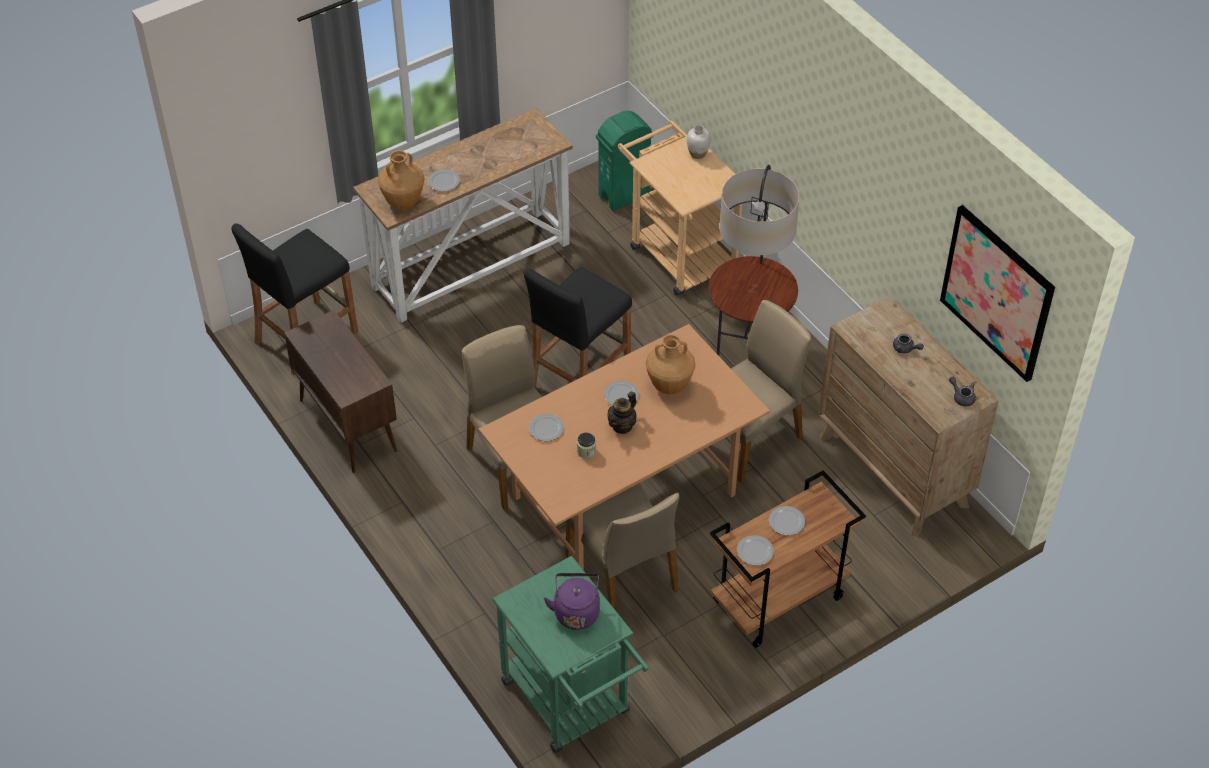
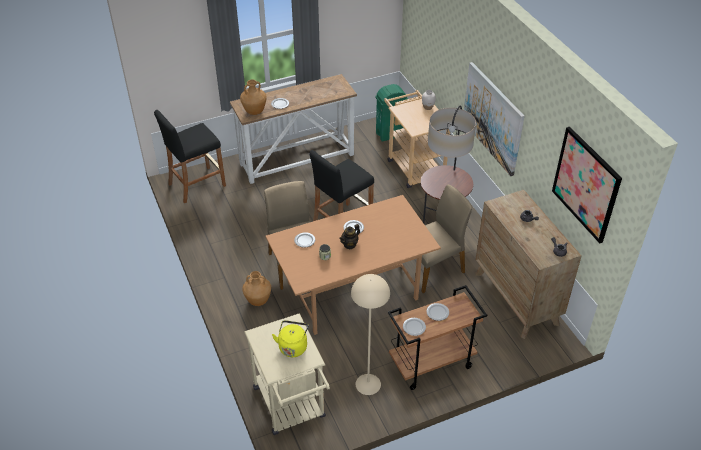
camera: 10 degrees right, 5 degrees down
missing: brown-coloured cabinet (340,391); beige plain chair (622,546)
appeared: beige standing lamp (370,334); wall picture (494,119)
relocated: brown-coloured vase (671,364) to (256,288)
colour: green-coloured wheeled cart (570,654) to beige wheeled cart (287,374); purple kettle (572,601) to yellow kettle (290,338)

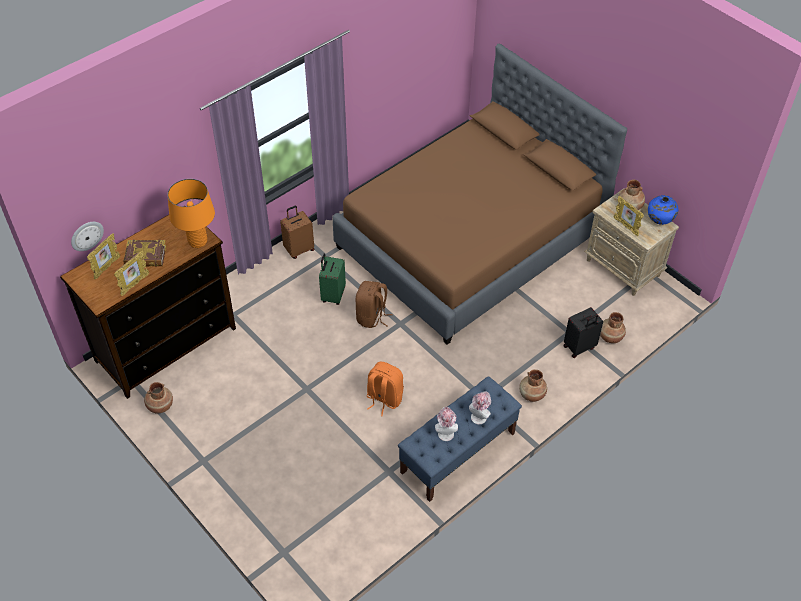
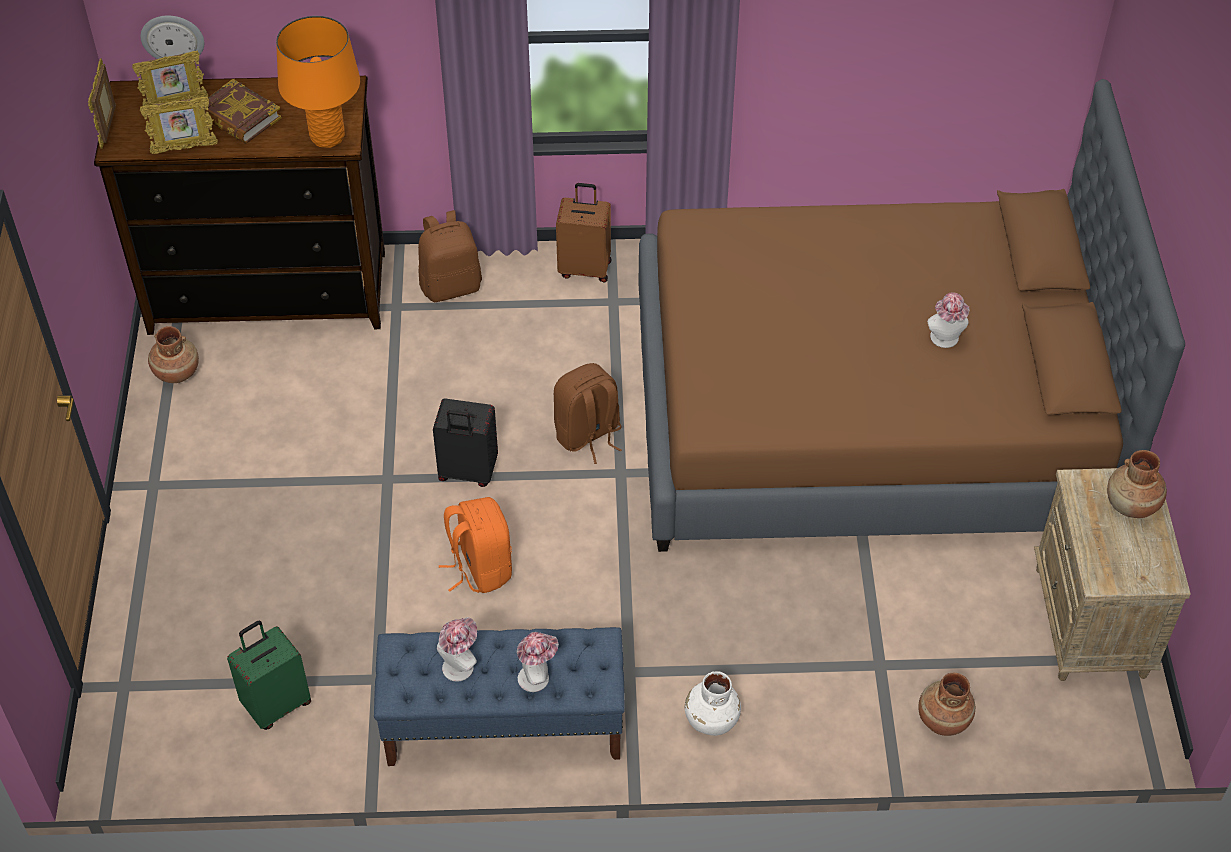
camera: 40 degrees right, 0 degrees up
missing: blue-coloured vase (663,210)
appeared: brown-coloured knapsack (450,256); wearable hat (948,320)
relocated: green-coloured piece of luggage (332,279) to (269,675); black piece of luggage (583,332) to (465,442); picture frame (628,216) to (102,103)
colour: brown-coloured vase (533,385) to white vase (713,703)

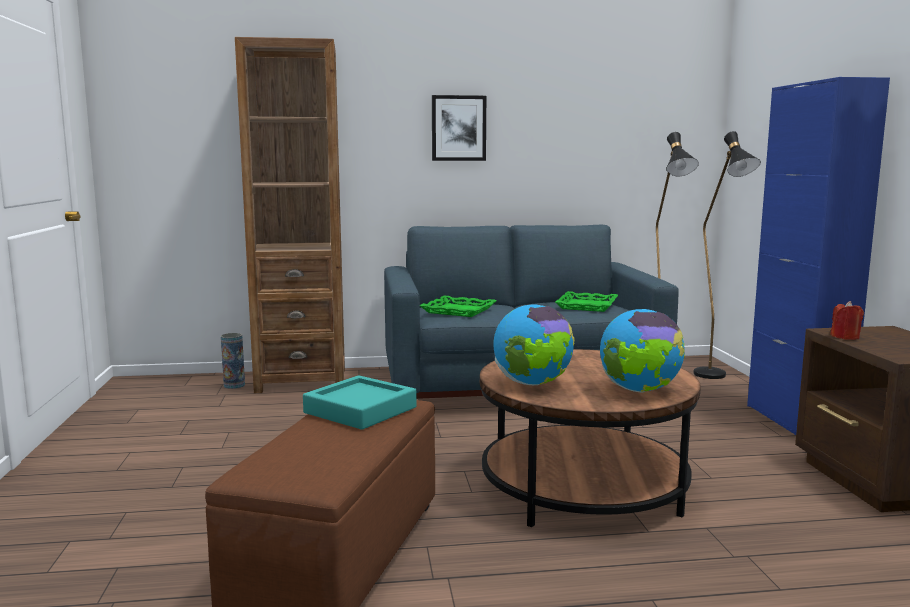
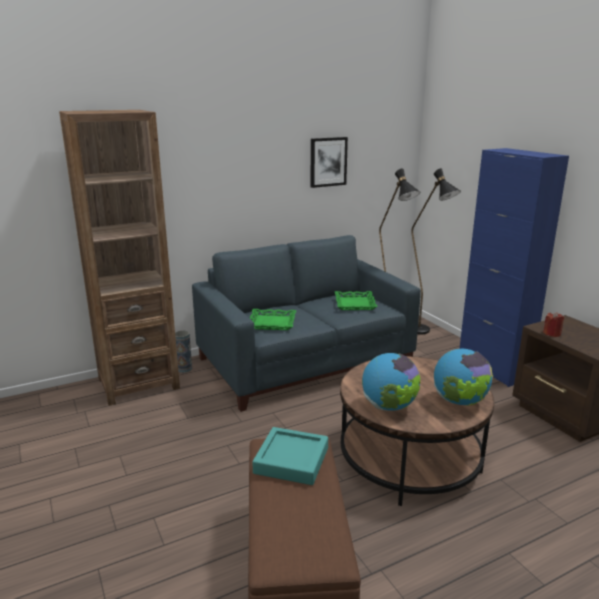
camera: 20 degrees left, 10 degrees up
relocated: vase (233,361) to (183,351); wall picture (459,128) to (329,162)

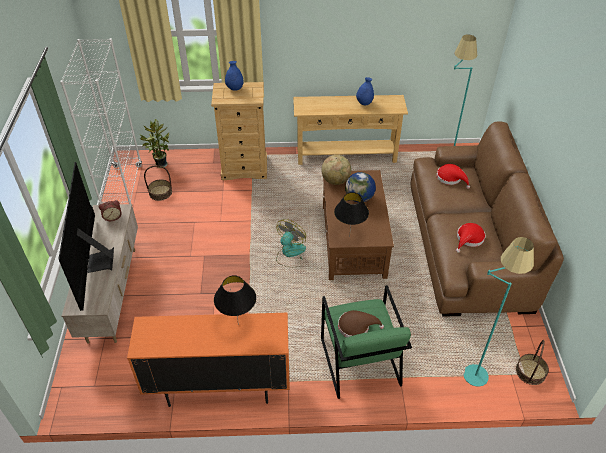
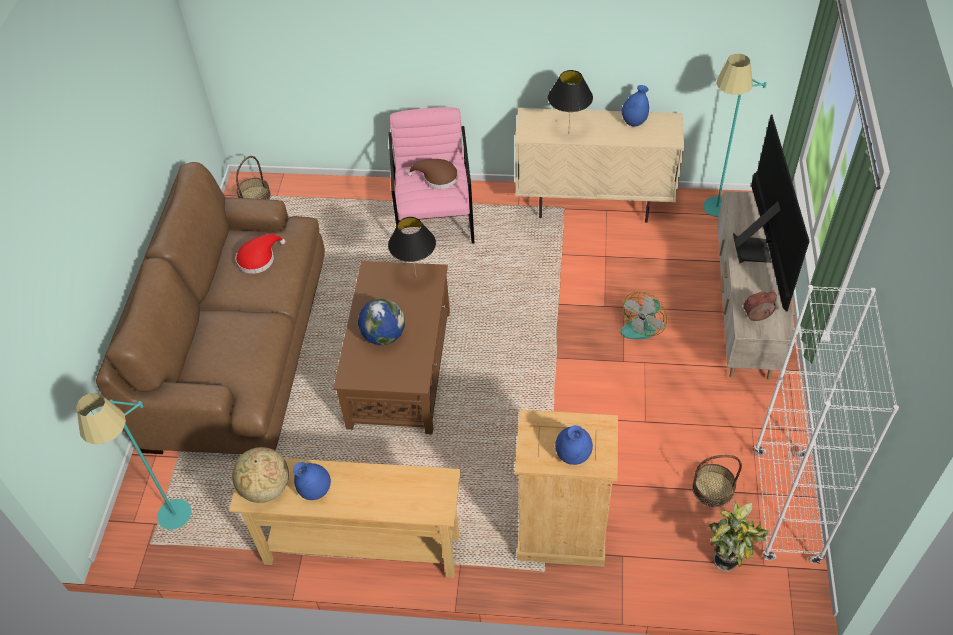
camera: 170 degrees left, 5 degrees up
missing: reddish wearable hat (453,176)
appeared: blue-coloured vase (635,106)
relocated: electric fan (291,243) to (643,316); desk globe (336,170) to (260,475); turquoise-coloured standing lamp (499,312) to (735,135)
colour: orange-coloured cabinet (208,360) to beige cabinet (599,165); green-coloured easy chair (366,342) to pink easy chair (431,175)

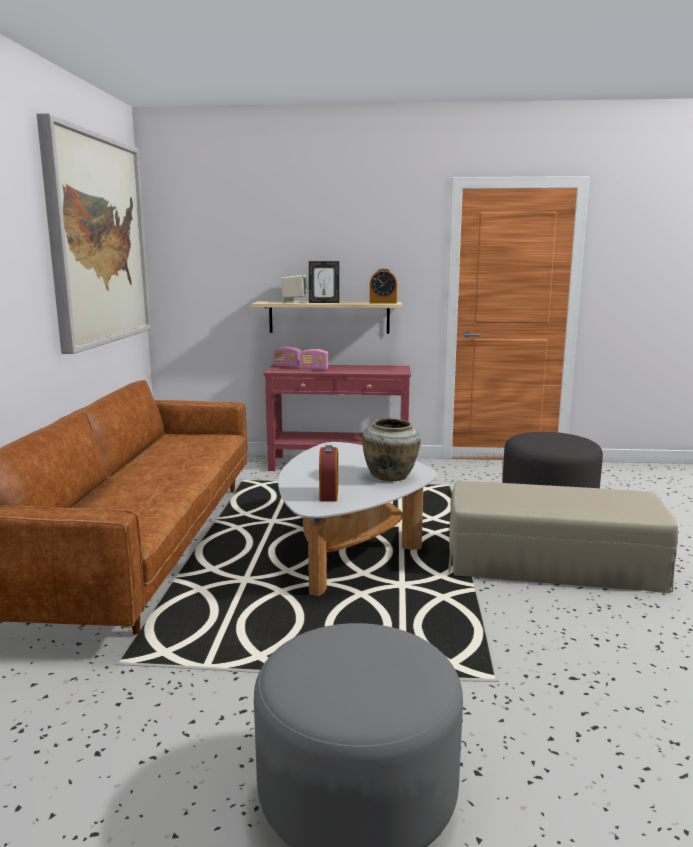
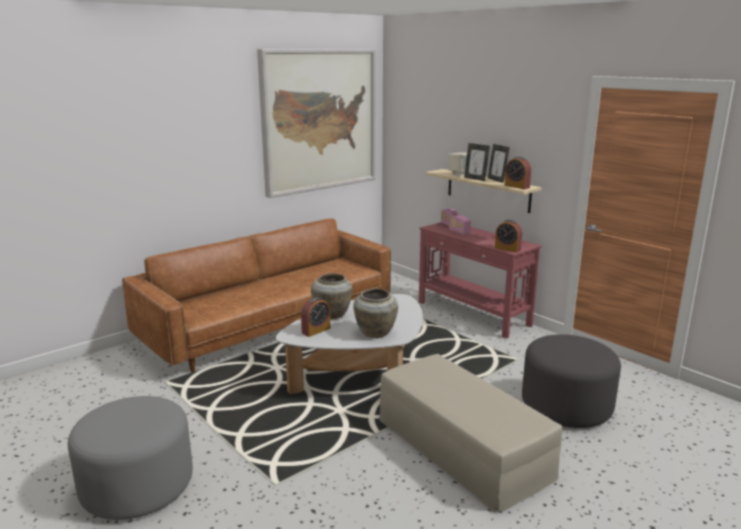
camera: 45 degrees right, 5 degrees up
appeared: beige vase (332,296); picture frame (499,163); alarm clock (508,236)

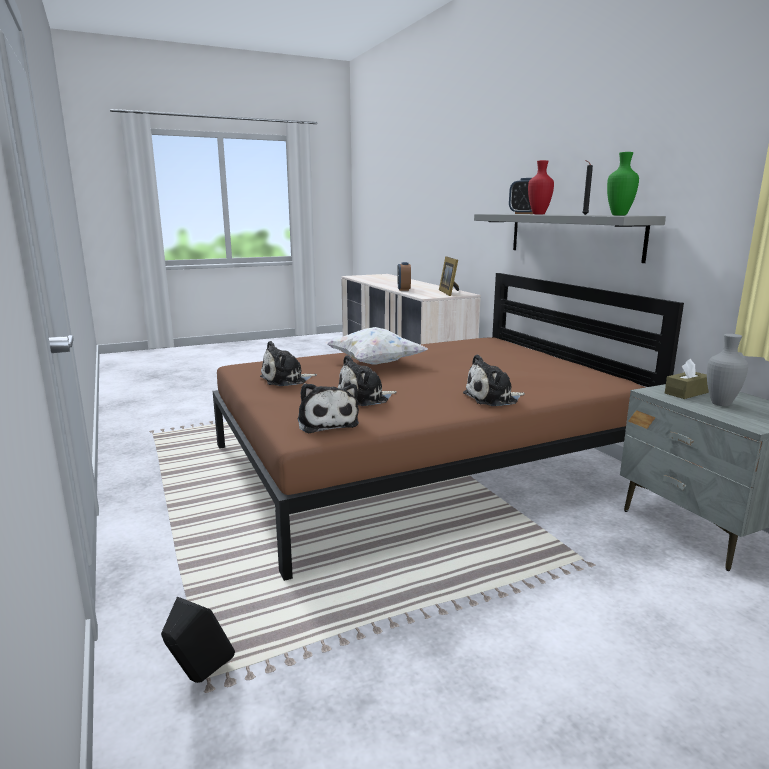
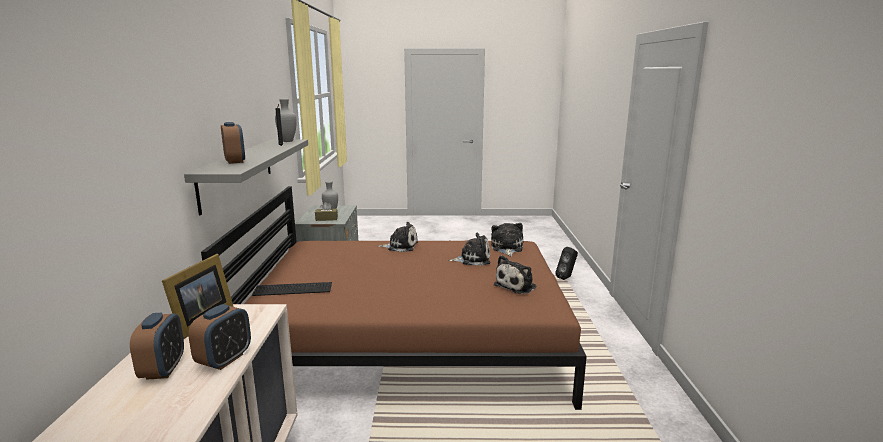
camera: 155 degrees left, 0 degrees up
missing: white cushion (376,346); reddish vase (541,187)
appeared: alarm clock (157,346); computer keyboard (292,289)
colour: green-coloured vase (623,183) to gray vase (286,120)
spun: cuddly toy (288,363) = (515,274) 135 degrees clockwise

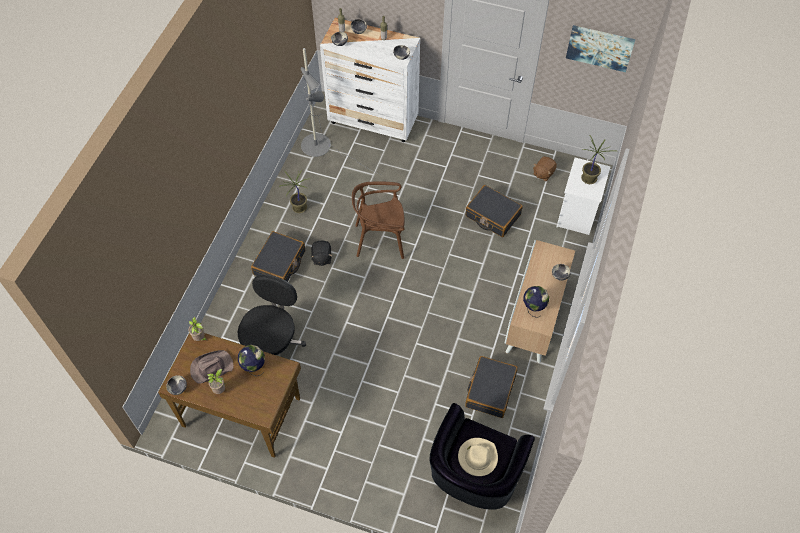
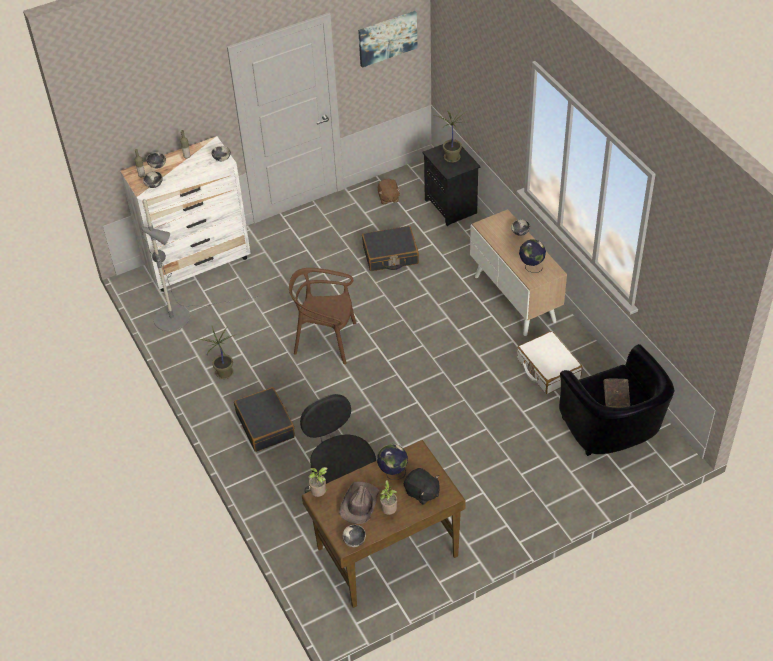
camera: 45 degrees left, 10 degrees down
relocated: black cuddly toy (321,253) to (421,486)
exchanged: beige wearable hat (478,457) to brown-coloured volume (616,393)
colour: black piece of luggage (491,387) to white piece of luggage (549,362); white nightstand (583,196) to black nightstand (451,182)
spun: brown-coloured plain chair (378,220) = (322,316) 60 degrees clockwise

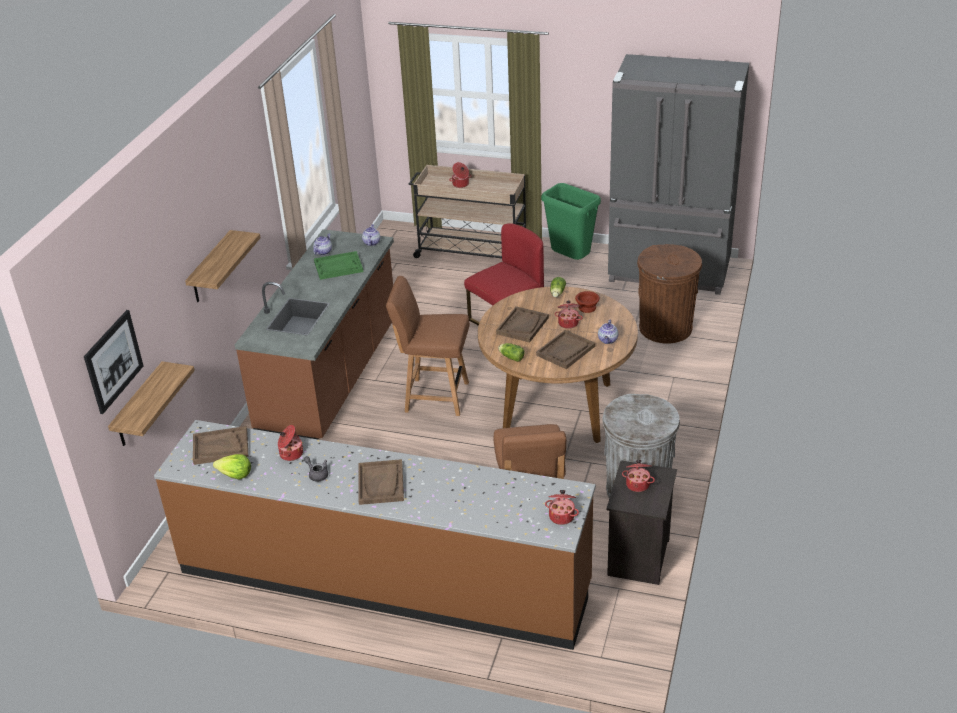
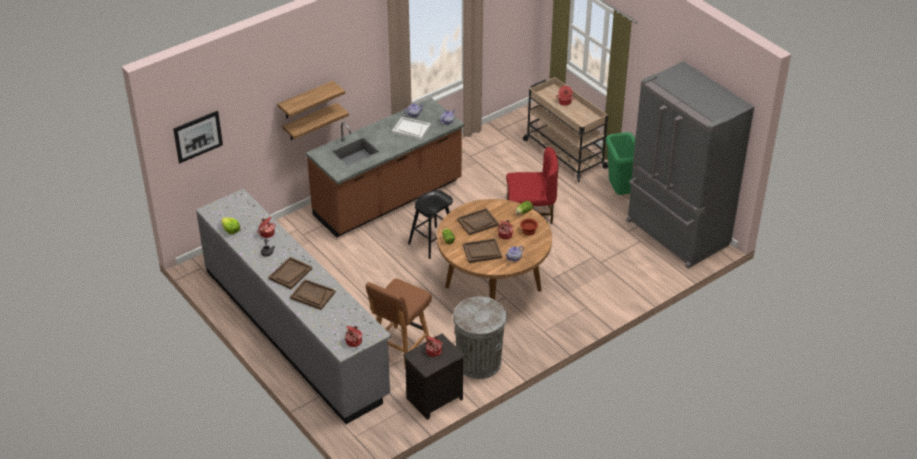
camera: 35 degrees right, 5 degrees up
missing: brown-coloured waste bin (669,293)
relocated: wall shelf (151,403) to (315,121); brown-coloured serving tray (220,445) to (313,294)
exchanged: brown-coloured plain chair (428,346) to black stool (430,224)
colour: brown-coloured counter (375,535) to gray counter (293,306); green-coloured serving tray (338,265) to white serving tray (411,128)

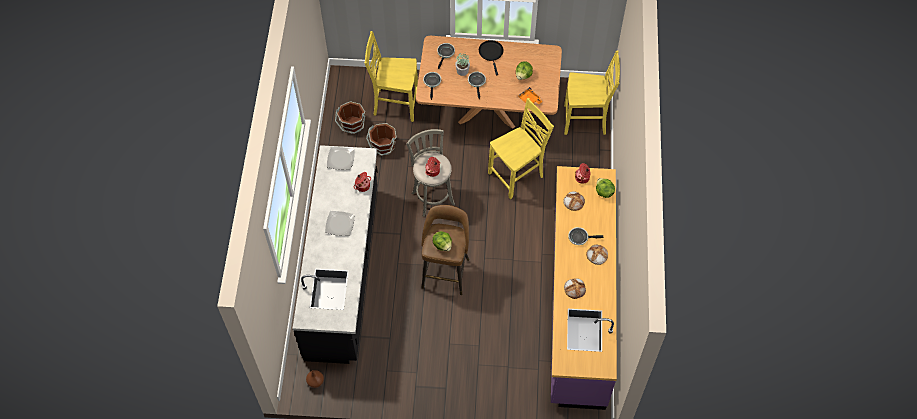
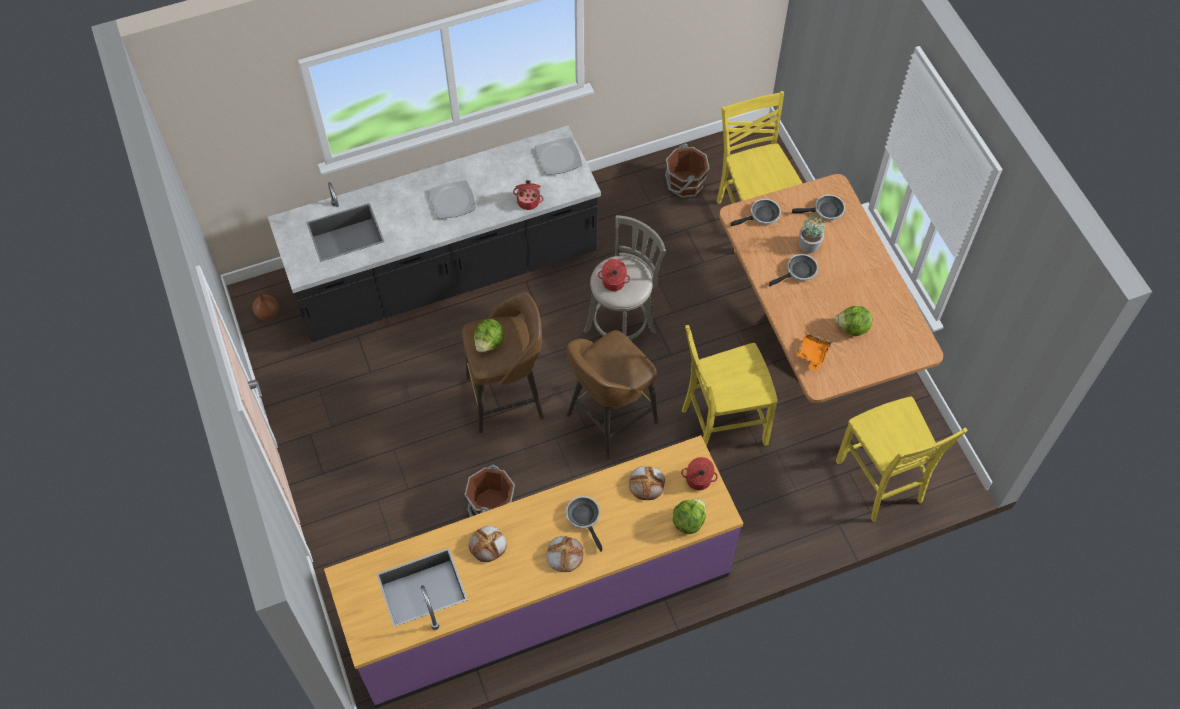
camera: 65 degrees right, 0 degrees up
missing: black pan (491,57)
appeared: brown-coloured stool (612,395)
relocated: brown-coloured pail (381,139) to (490,491)
spun: yellow plain chair (521,148) = (730,385) 135 degrees clockwise

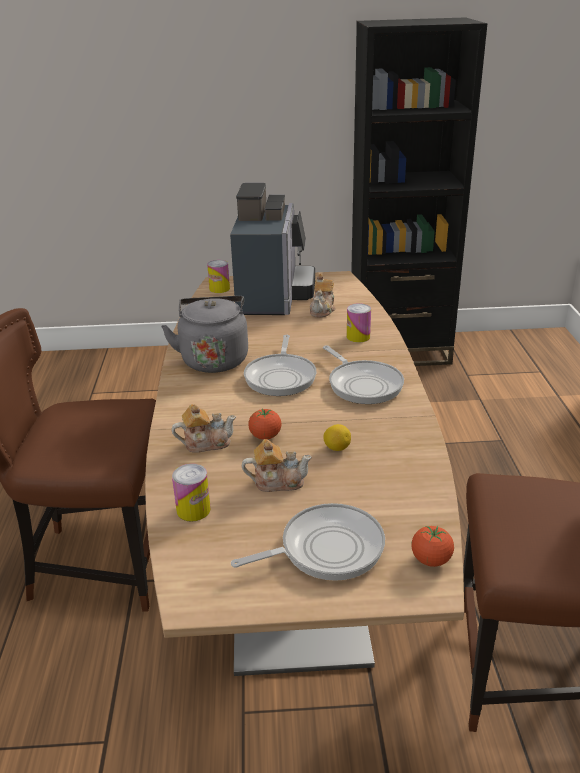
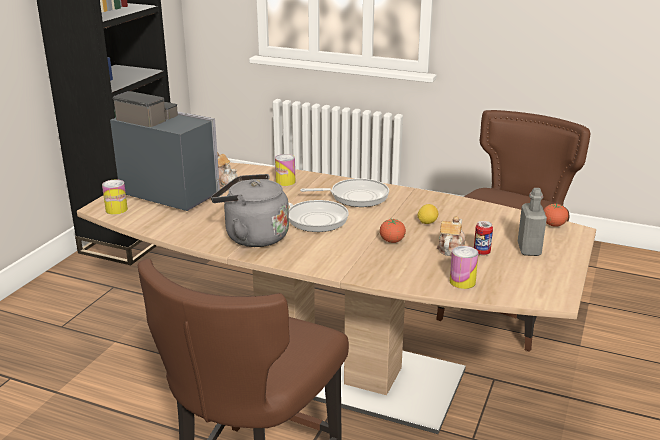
camera: 65 degrees left, 5 degrees down
missing: teapot (204,428)
appeared: metal can (483,238)
exchanged: pan (308,542) to gray beverage bottle (532,222)

